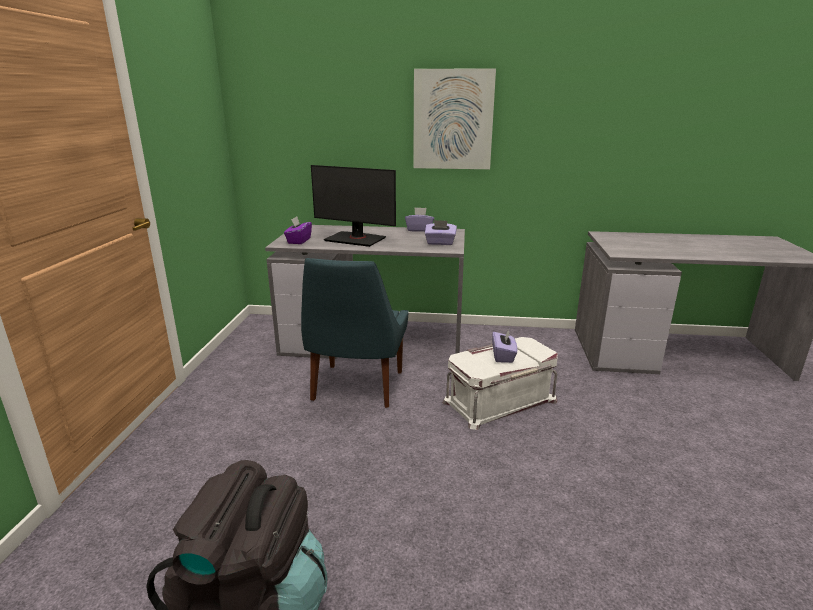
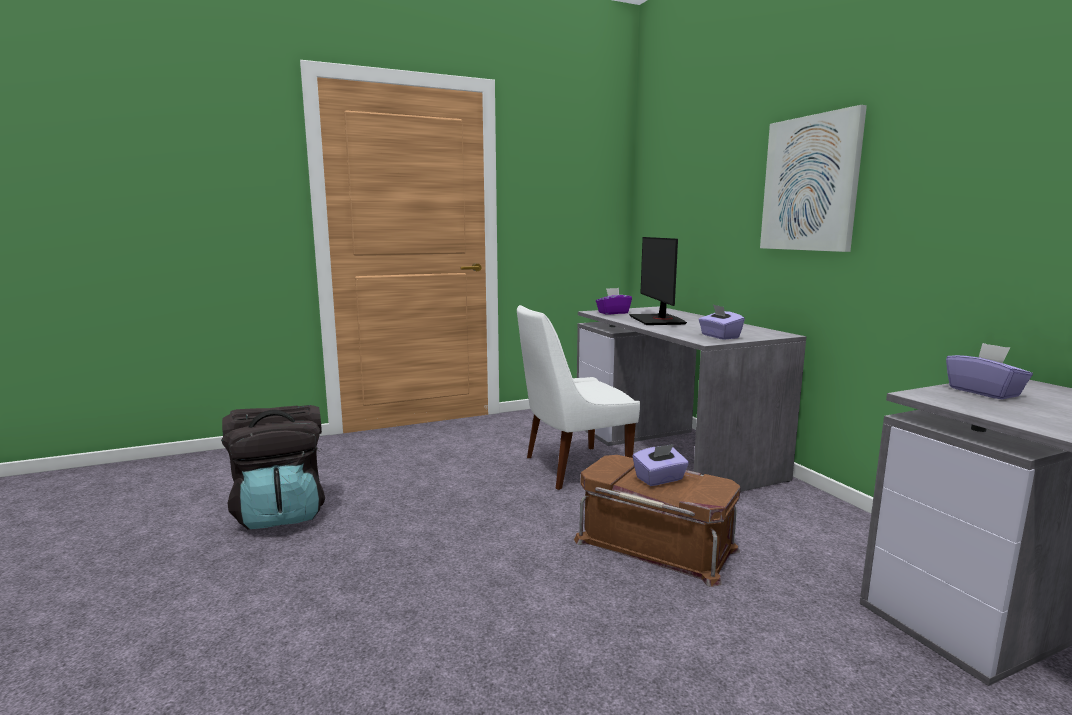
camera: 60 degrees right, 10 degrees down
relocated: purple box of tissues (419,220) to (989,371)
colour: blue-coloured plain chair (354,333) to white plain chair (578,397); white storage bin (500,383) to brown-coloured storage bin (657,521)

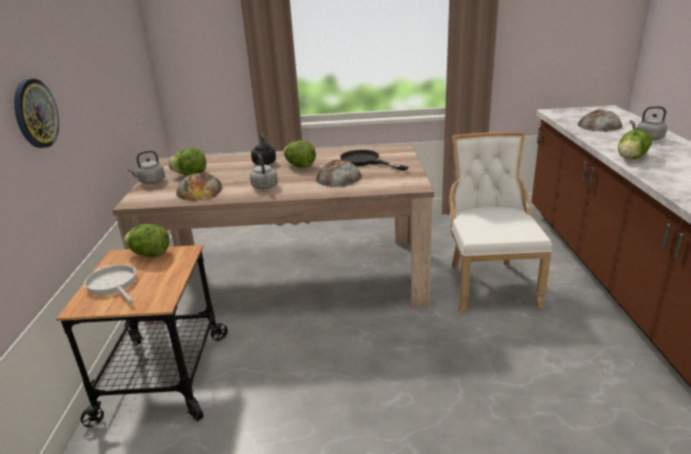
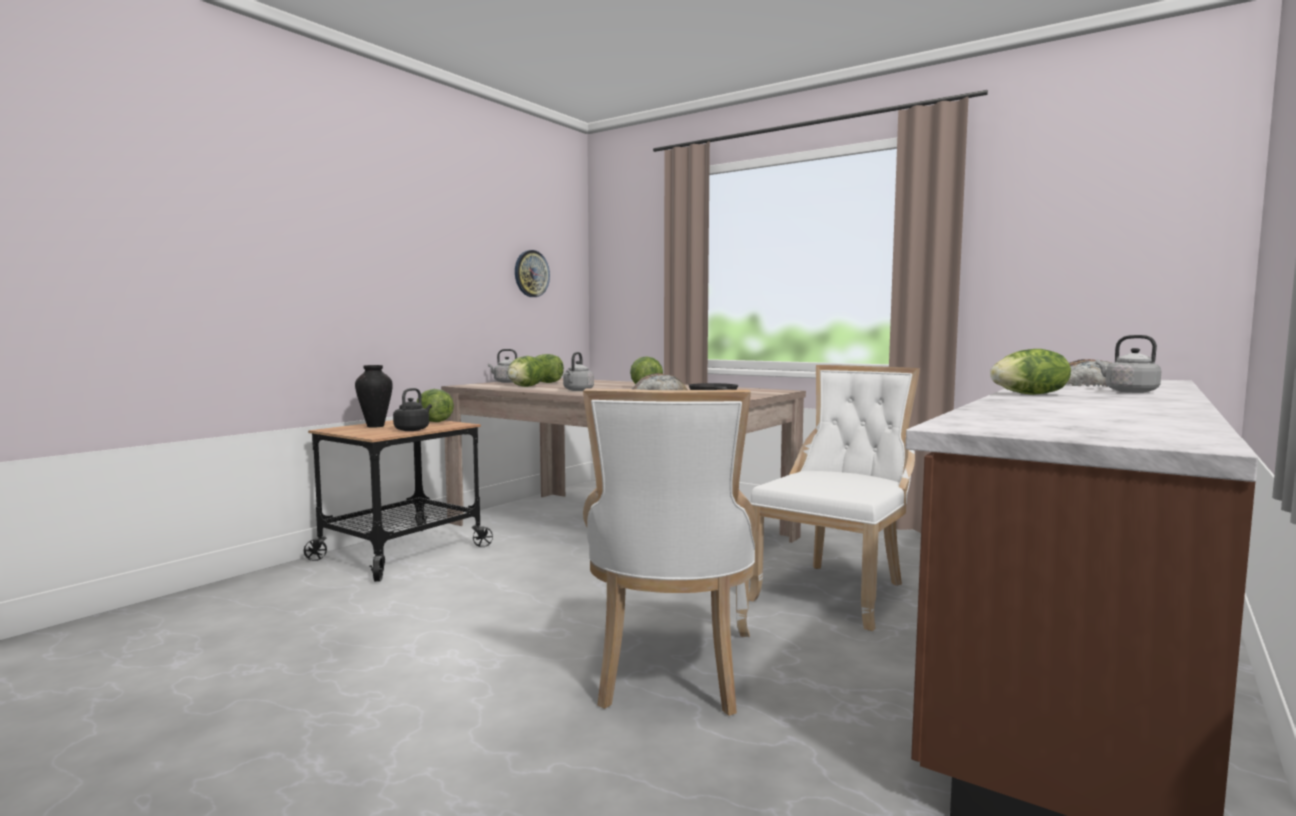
camera: 35 degrees right, 20 degrees down
appeared: white plain chair (670,552)
relocated: clock on the wall (36,113) to (532,273); black kettle (263,149) to (412,409)
exchanged: pan (110,284) to vase (374,396); bread (199,187) to lettuce head (526,371)

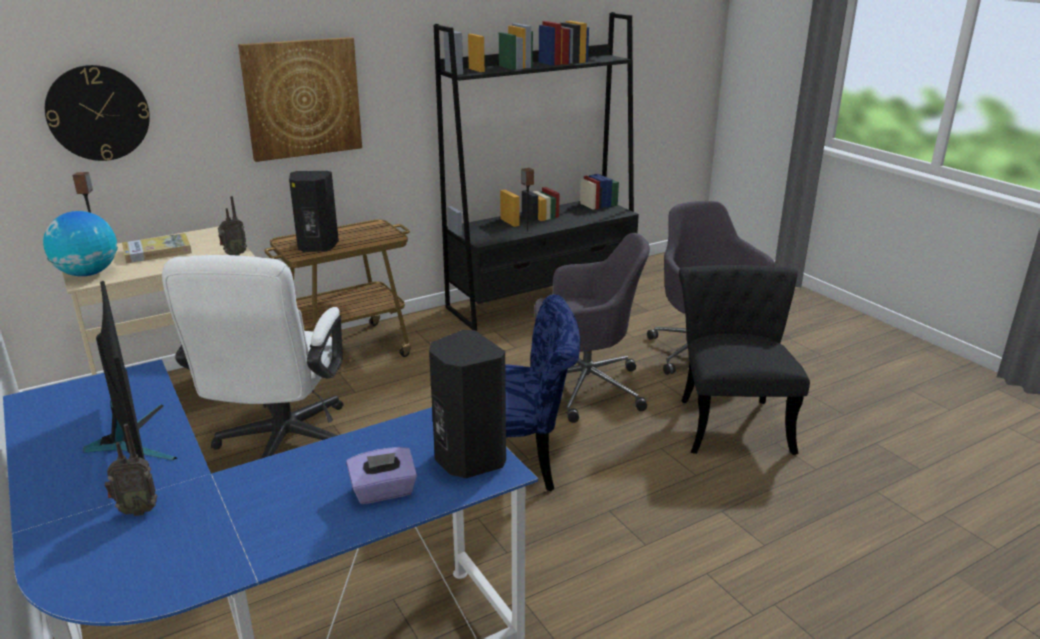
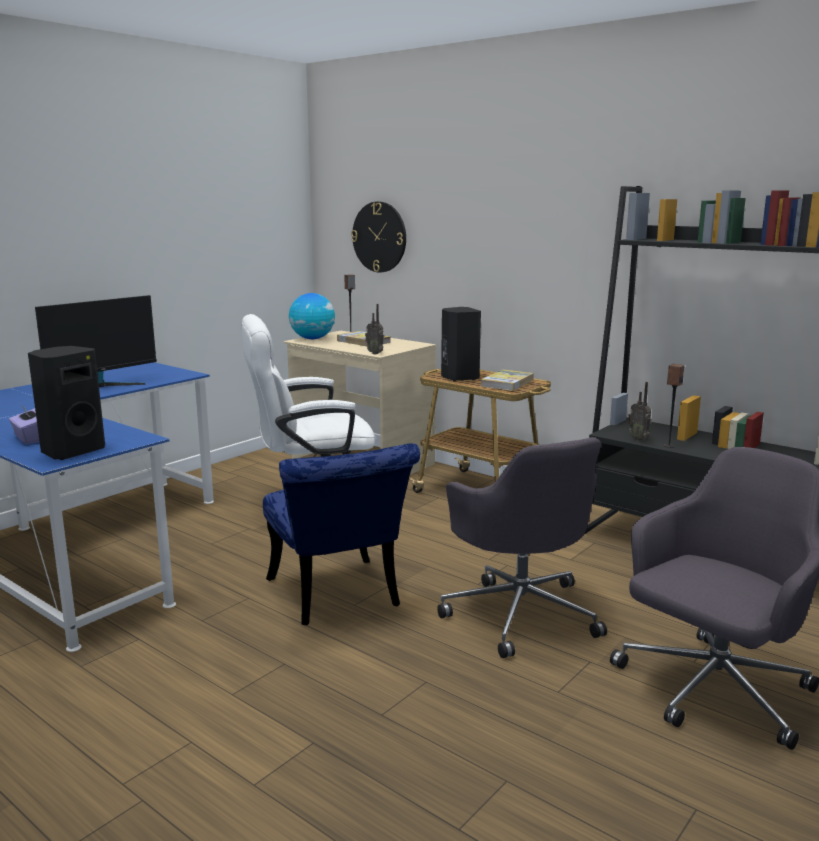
camera: 70 degrees right, 10 degrees down
missing: wall picture (300,99); black plain chair (744,360)
appeared: volume (507,380)
relocated: radio set (131,470) to (640,411)

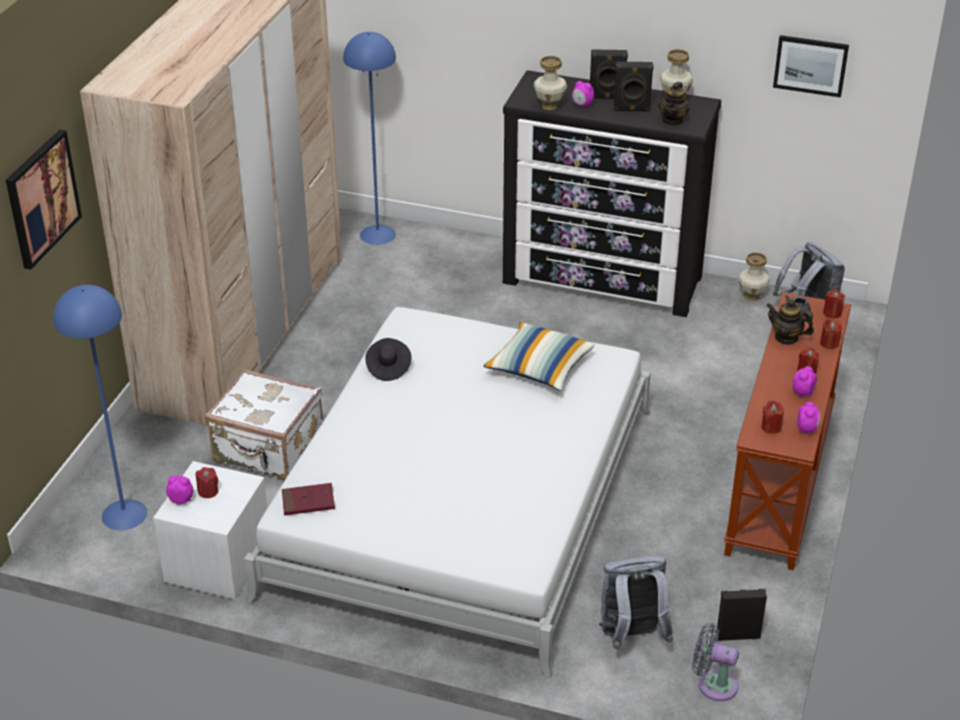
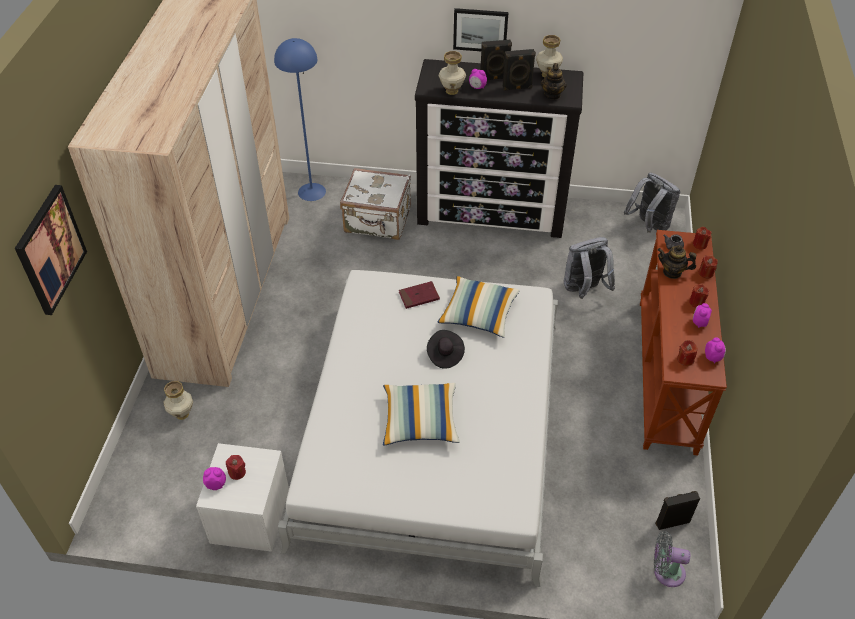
camera: 10 degrees left, 10 degrees up
missing: blue-coloured standing lamp (100,407)
appeared: cushion (421,414)
relocated: white piece of luggage (264,425) to (375,204); reddish volume (308,499) to (419,295); black wearable hat (388,359) to (446,349); gray knapsack (636,602) to (589,268); vase (754,276) to (178,400); wall picture (811,66) to (481,29)

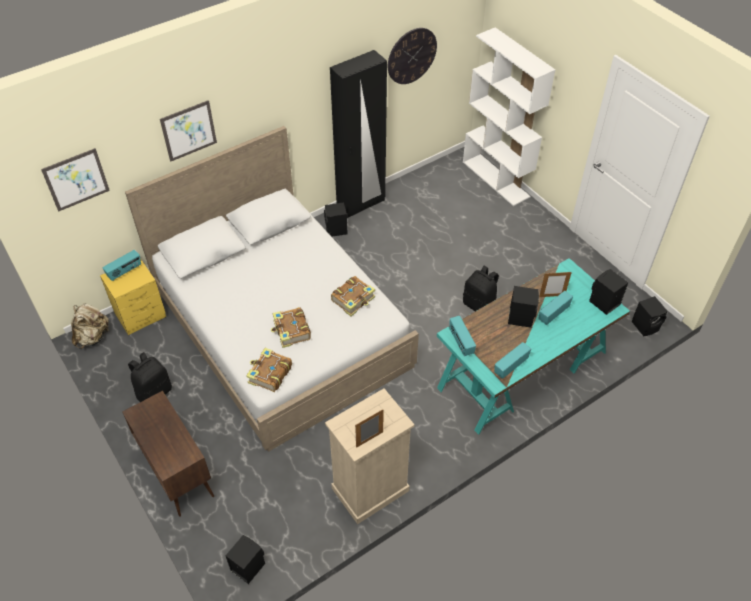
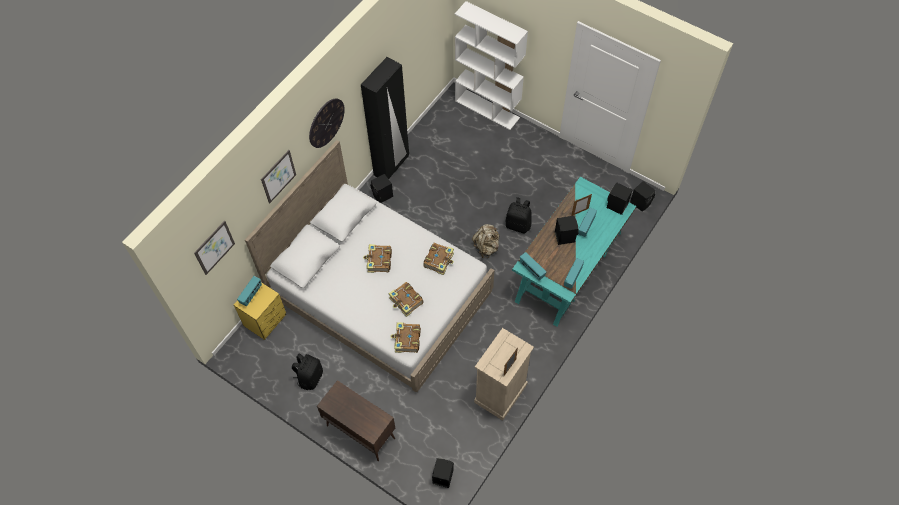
camera: 20 degrees left, 10 degrees up
appeared: volume (377,258)
relocated: beige knapsack (90,326) to (485,241); clock on the wall (412,56) to (327,123)

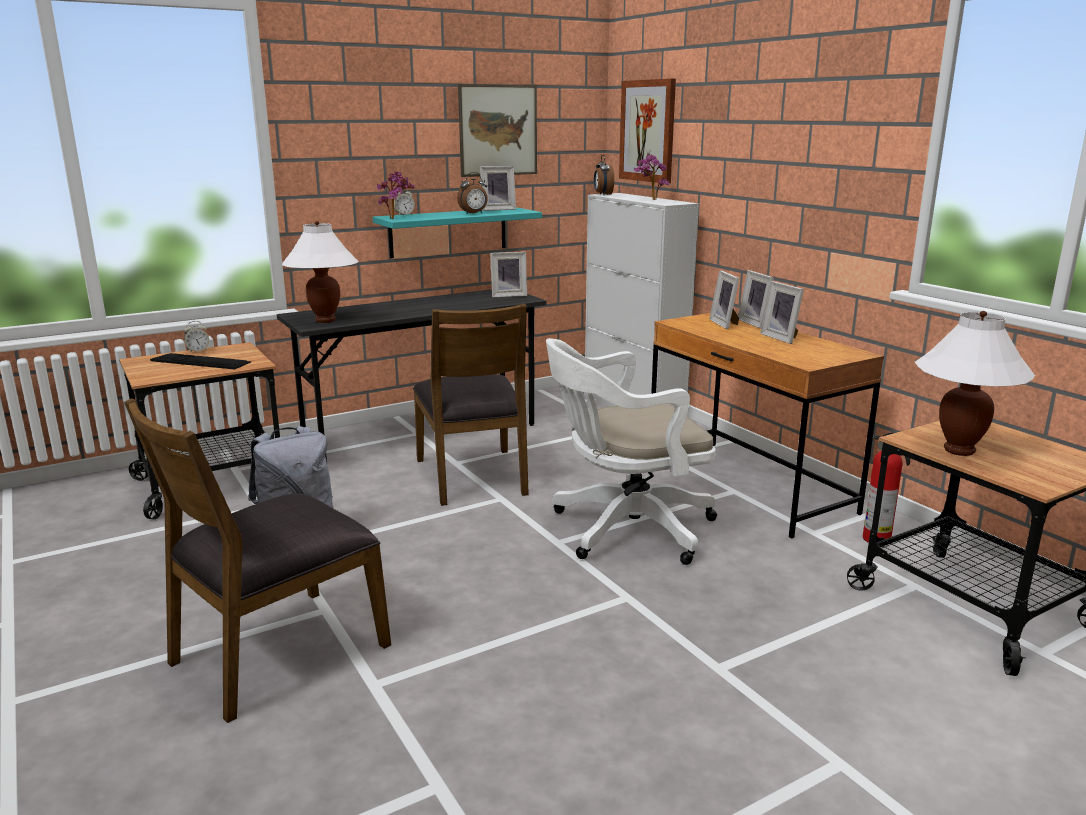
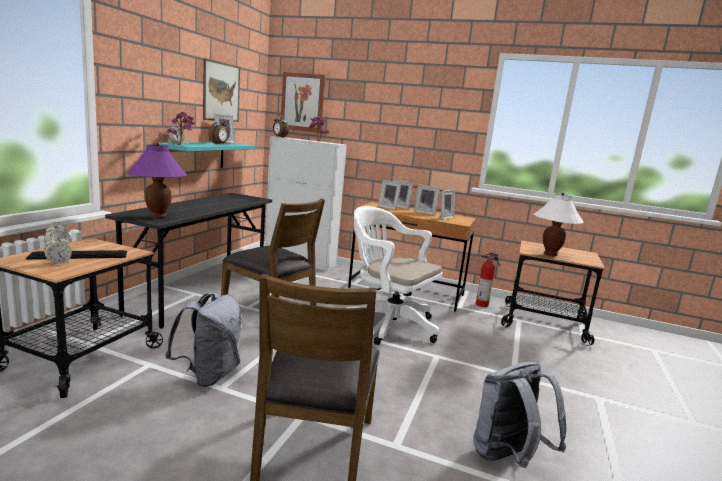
camera: 40 degrees left, 5 degrees down
appeared: alarm clock (58,250); gray knapsack (519,415)
relocated: picture frame (508,274) to (447,205)
colour: white tabletop lamp (320,272) to purple tabletop lamp (157,181)
spun: white office chair (631,451) = (394,275) 90 degrees clockwise

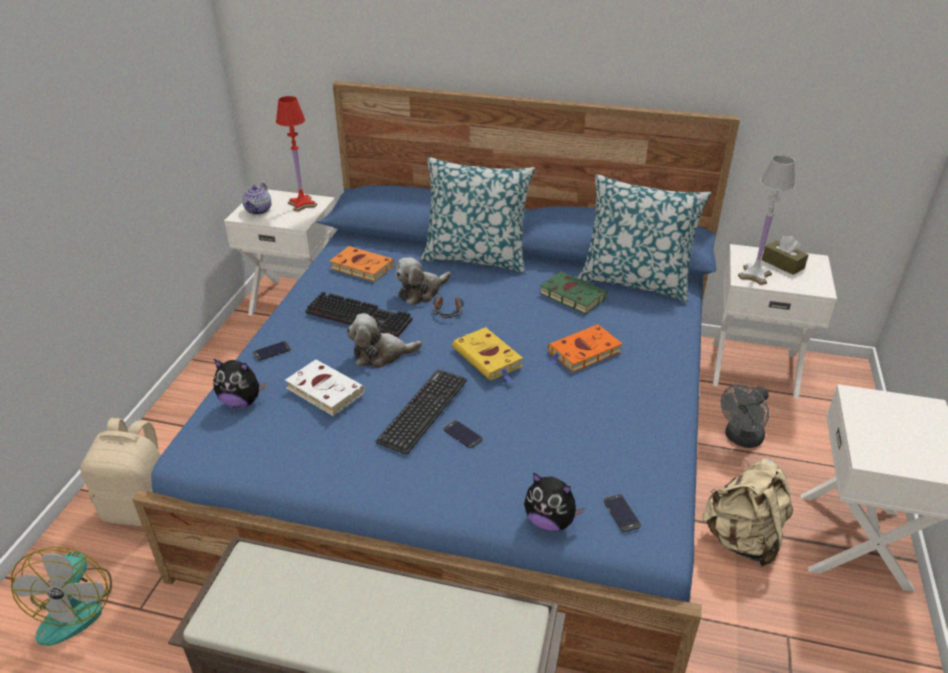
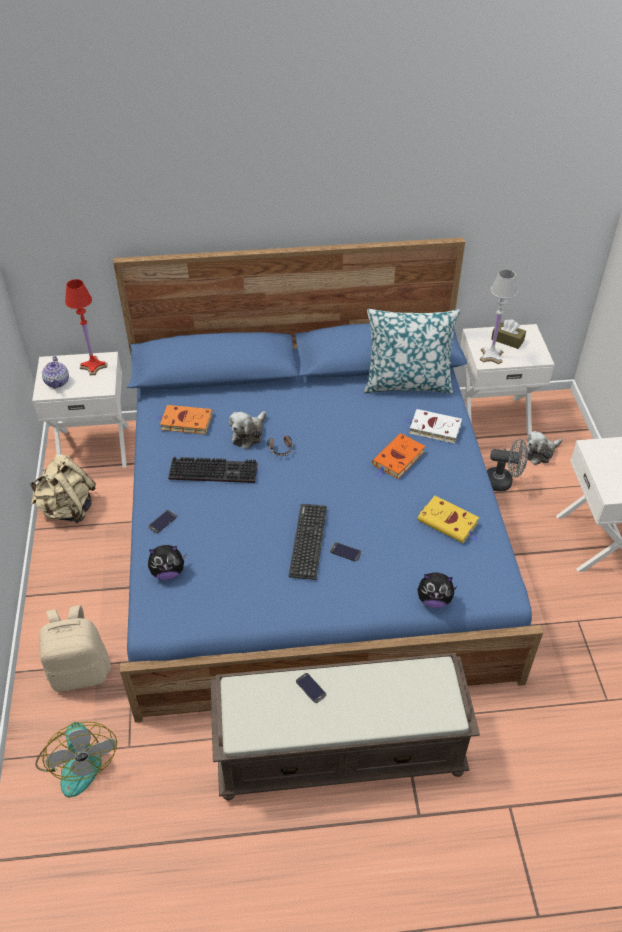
camera: 20 degrees left, 10 degrees up
missing: cushion (478,215); green-coloured volume (573,292)
relocated: white volume (325,388) to (433,426); cuddly toy (384,340) to (543,448); yellow volume (487,355) to (448,519); phone (622,513) to (311,688); beige knapsack (747,512) to (63,489)
spun: gray electric fan (745,416) = (507,465) 105 degrees counterclockwise

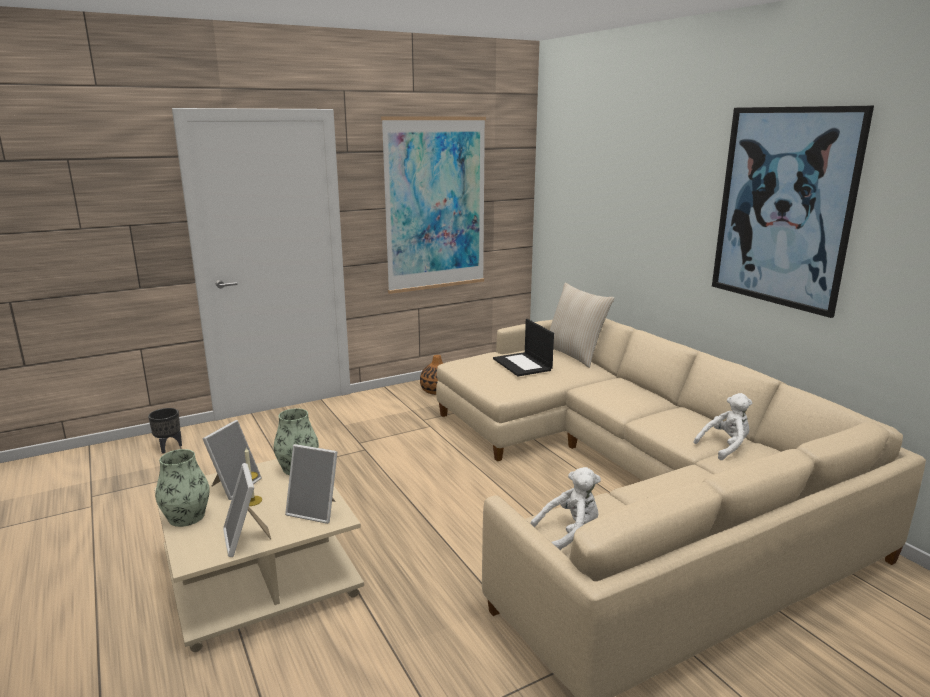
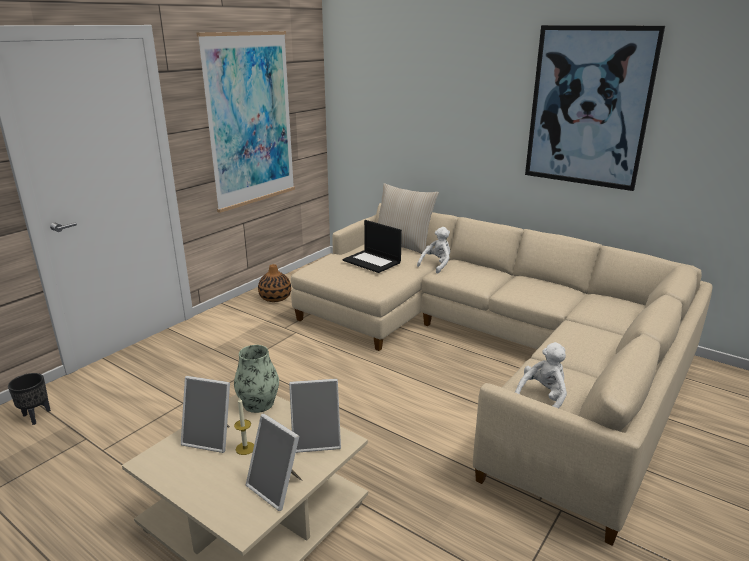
camera: 25 degrees left, 5 degrees up
missing: vase (182,488)
relocated: white cuddly toy (722,426) to (433,250)
spun: picture frame (232,460) = (205,414) 105 degrees clockwise

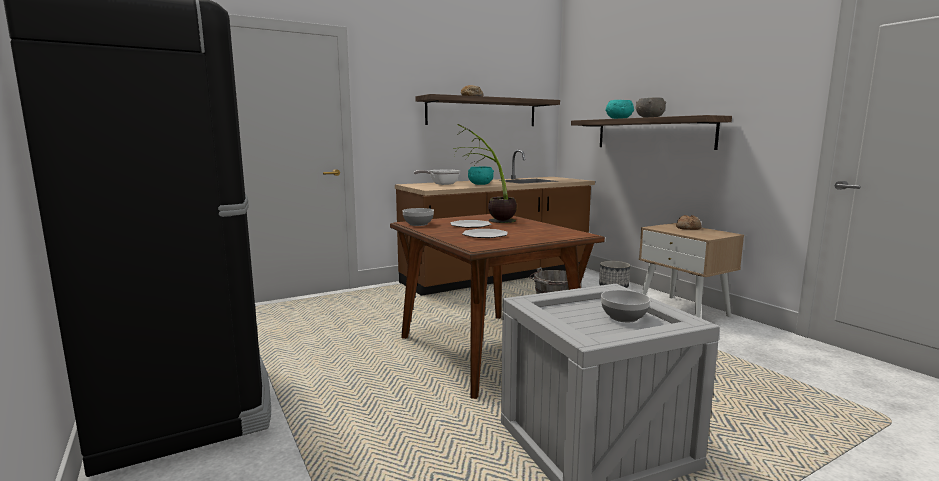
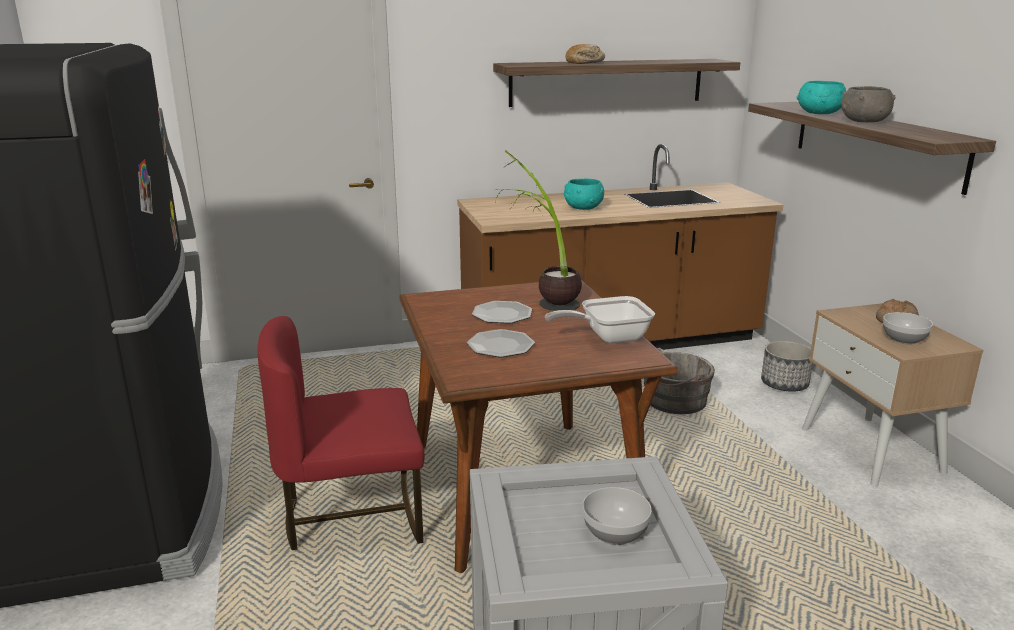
camera: 15 degrees right, 10 degrees up
appeared: reddish plain chair (341,433)
relocated: deep dish (418,217) to (908,328); pan (437,177) to (600,320)

